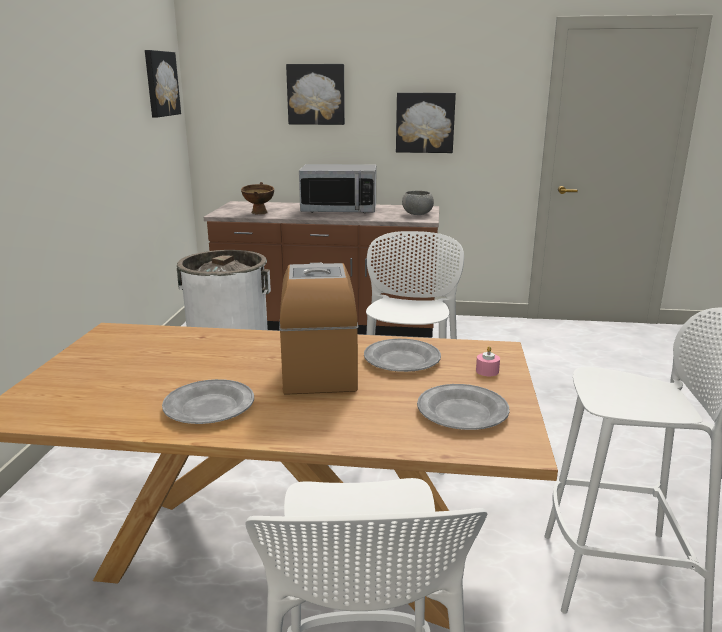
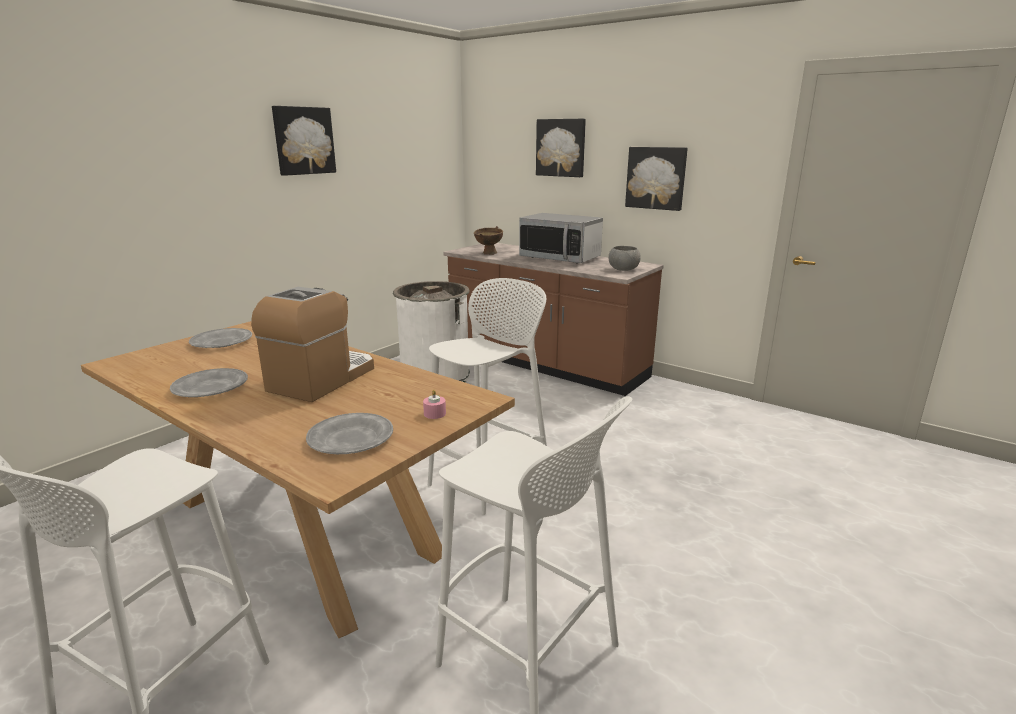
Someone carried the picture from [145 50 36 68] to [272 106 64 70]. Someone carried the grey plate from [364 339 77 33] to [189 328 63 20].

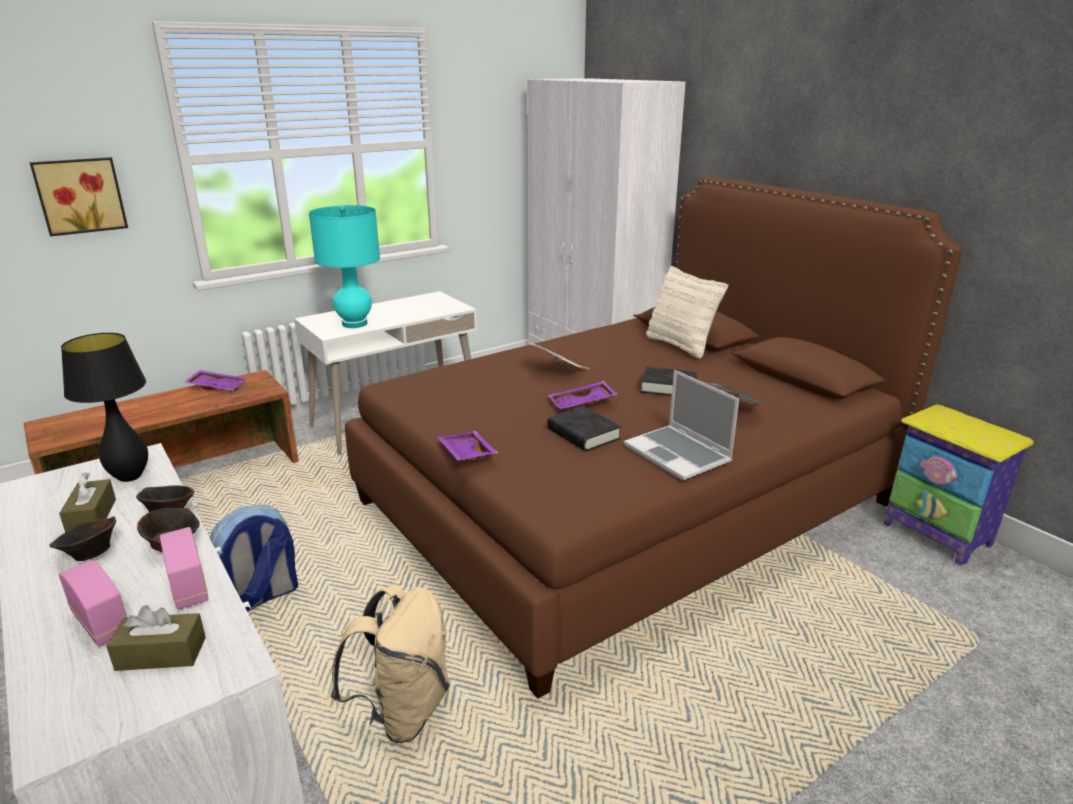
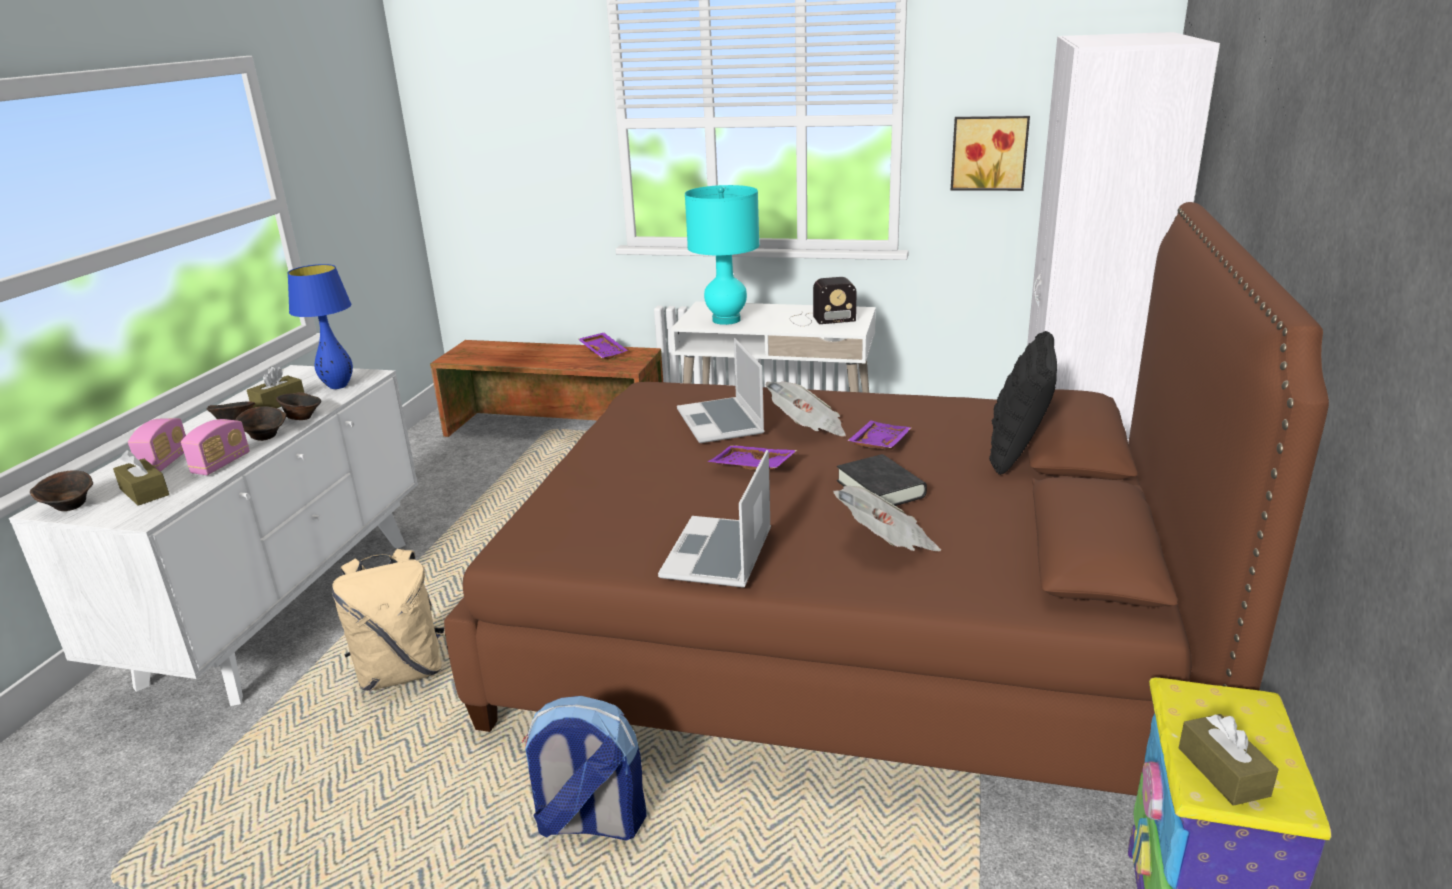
Someone took away the black book at [547 406 74 45]. Someone put down the brown bowl at [30 470 63 41]. Someone put down the laptop at [677 338 87 105]. Someone put down the radio at [790 277 67 49]. Someone put down the brown tissue box at [1179 714 100 92]. Someone carried the picture from [30 157 98 79] to [951 116 79 75]. Someone carried the backpack from [210 504 88 108] to [522 696 125 145]. Someone carried the purple tray from [438 431 60 30] to [847 420 64 30]. Someone repainted the black table lamp at [61 333 87 149], which became the blue table lamp at [287 264 66 125]. Someone repainted the beige pillow at [646 266 83 93], which became the black pillow at [989 331 68 144].

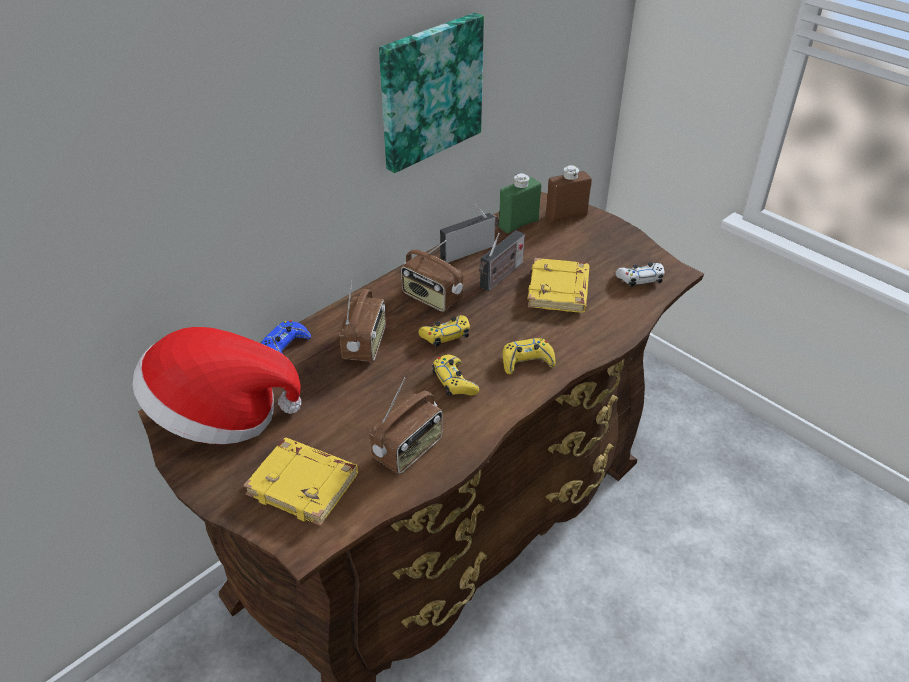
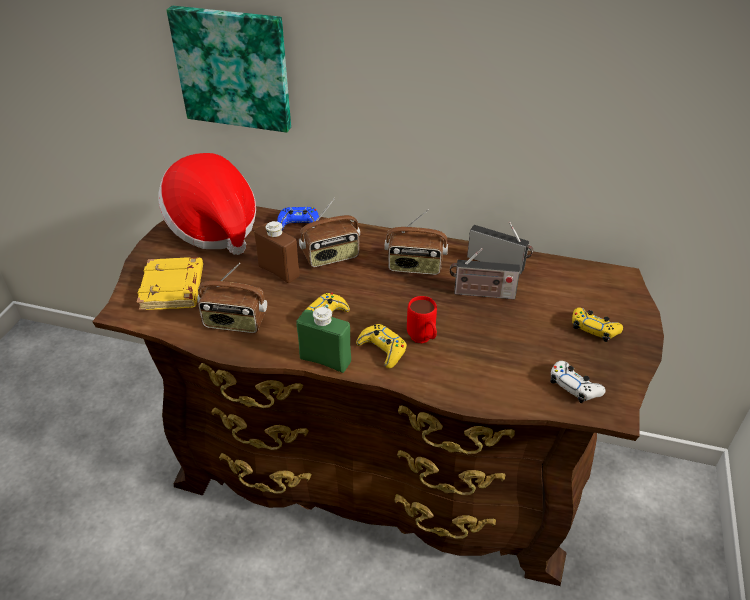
Someone took away the yellow book at [527 258 63 55]. Someone put down the red mug at [407 296 30 47]. Someone carried the picture from [379 13 105 160] to [167 6 124 127]. Someone carried the yellow game controller from [419 315 51 32] to [572 308 51 34]. Someone carried the green bottle from [499 173 42 60] to [296 307 55 66]. Someone carried the brown bottle from [546 165 46 58] to [254 221 46 62]. Someone rotated the radio at [401 240 62 72] by 90 degrees counterclockwise.

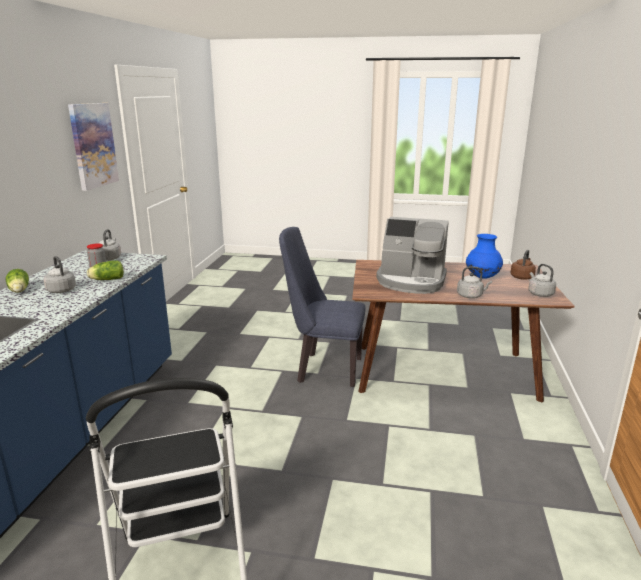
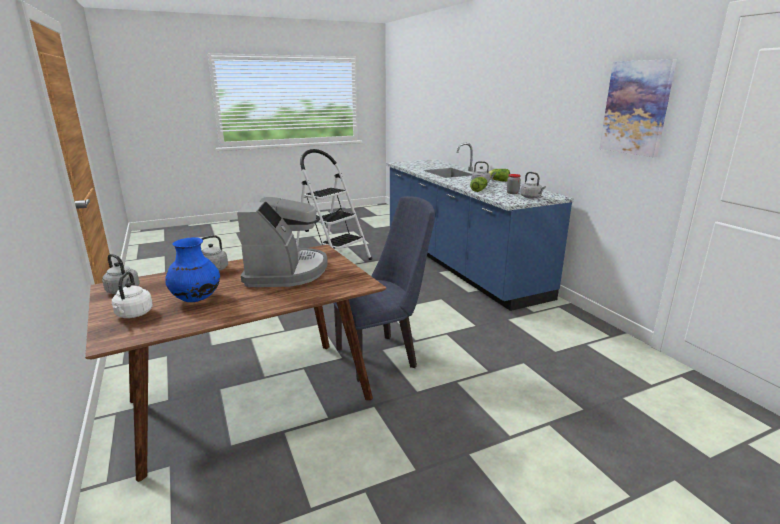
Someone repainted the brown kettle at [510 250 26 30], which became the white kettle at [112 272 41 46]. Someone rotated the coffee machine at [376 217 73 77] by 105 degrees clockwise.

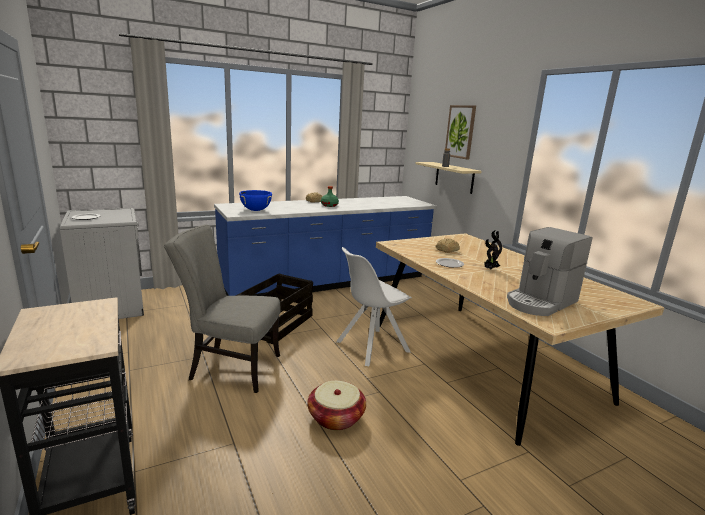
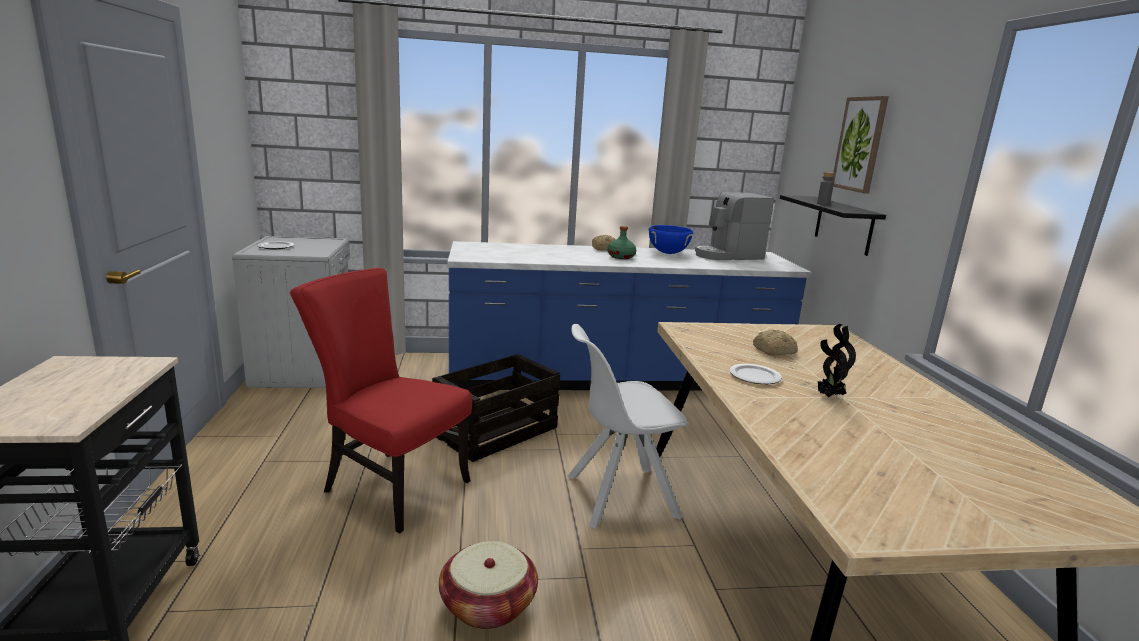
Someone carried the blue cooking pot from [239 190 33 21] to [649 225 44 29]. Someone carried the coffee machine from [507 227 85 89] to [695 192 79 68]. Someone repainted the grey chair at [164 224 117 169], which became the red chair at [290 268 182 266]. Someone repainted the beige shelf at [415 162 67 32], which became the black shelf at [780 195 106 61].

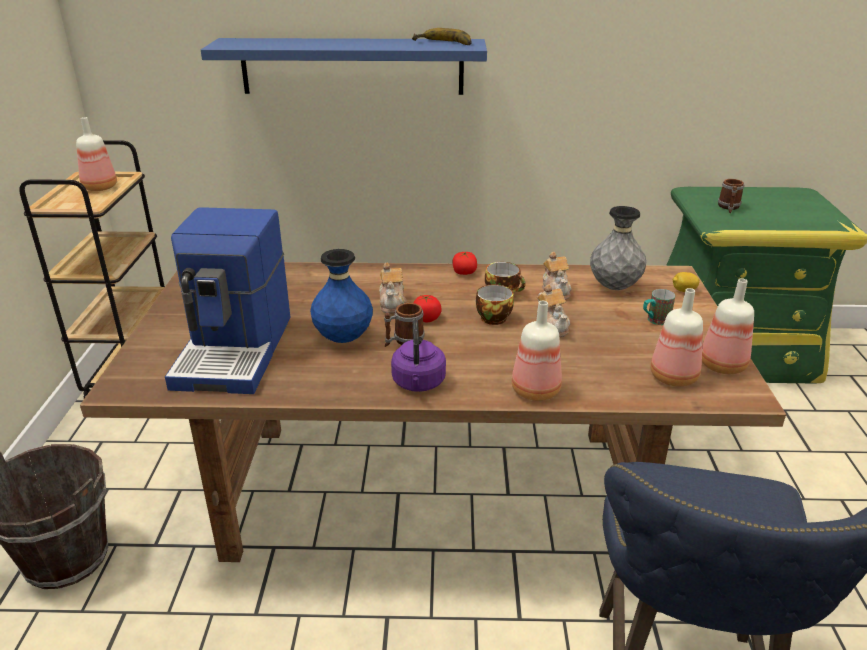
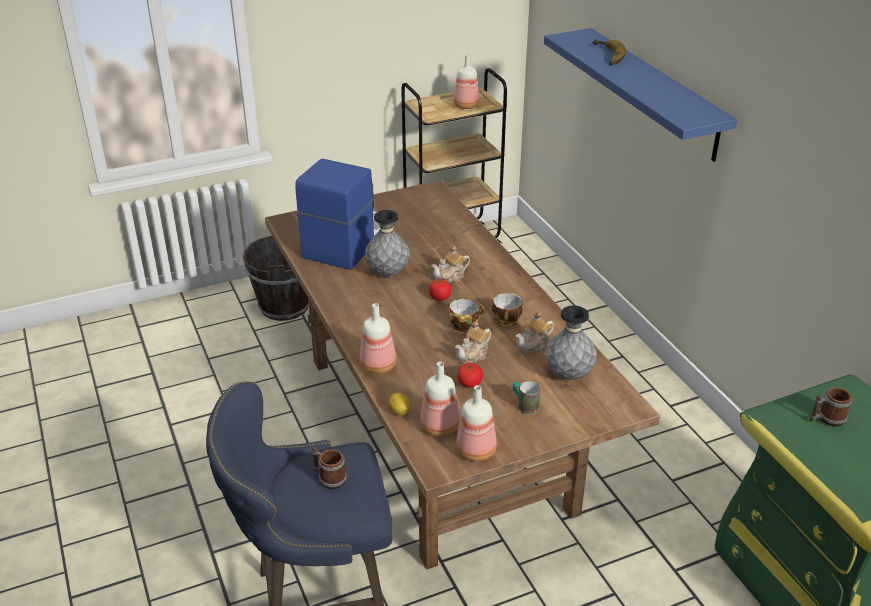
Someone took away the purple kettle at [391 319 55 73]. Someone carried the mug from [384 303 41 44] to [312 447 35 42]. Someone carried the banana from [412 28 60 17] to [592 39 34 26]. Someone carried the tomato from [452 252 25 23] to [457 363 26 25]. Someone carried the lemon from [673 272 27 20] to [389 393 21 22]. Someone repainted the blue vase at [310 249 63 94], which became the grey vase at [365 210 45 66]. Someone rotated the coffee machine at [165 207 126 187] by 135 degrees clockwise.

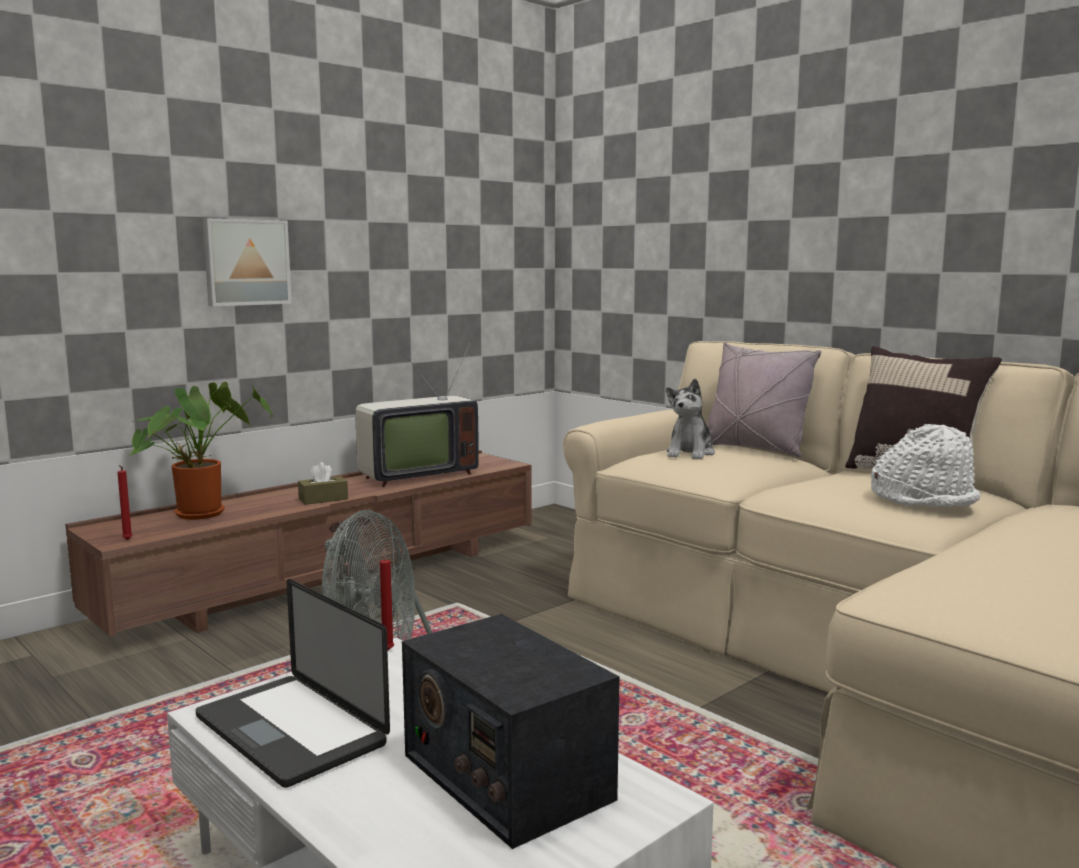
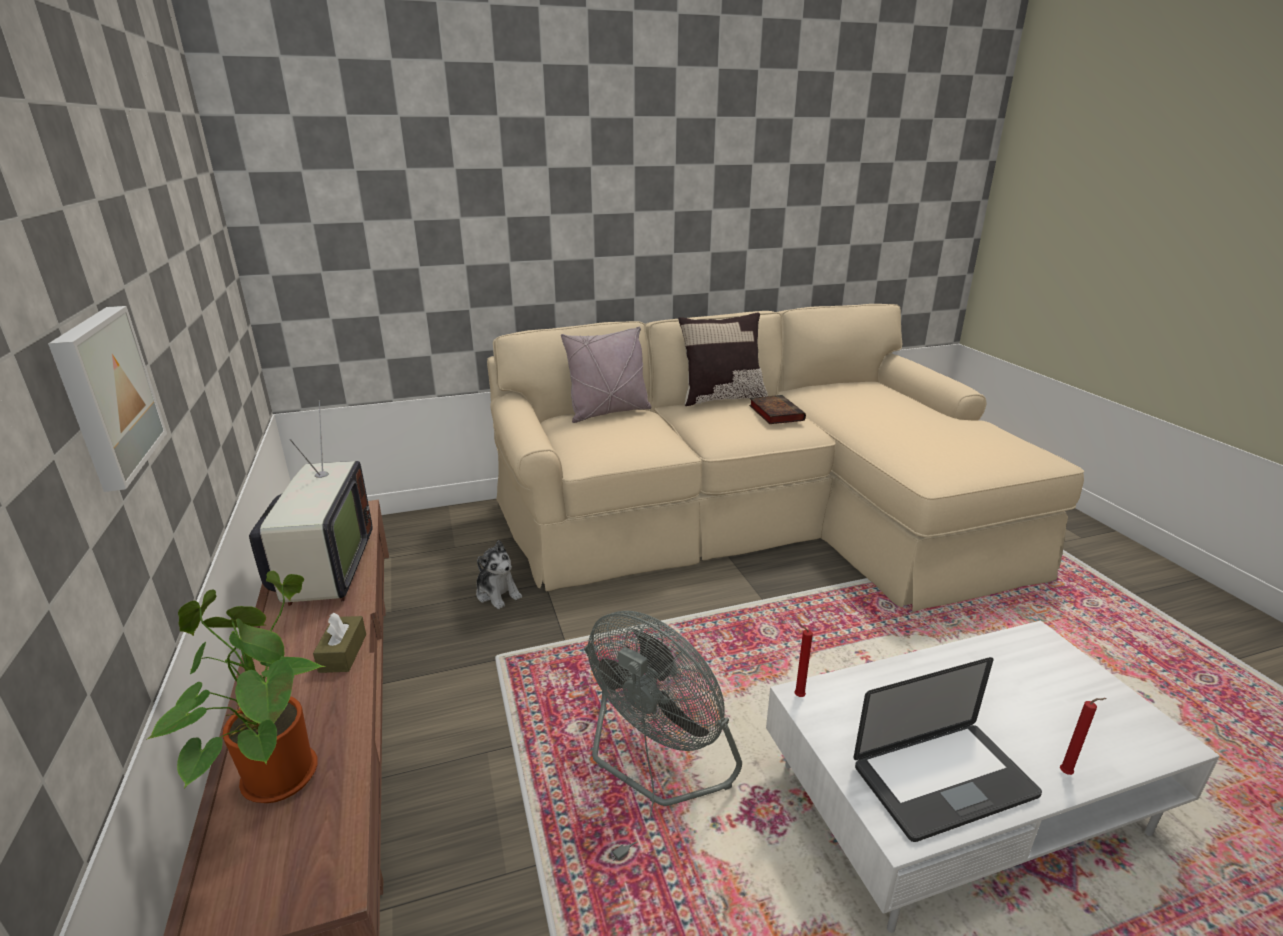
Someone took away the radio at [402 614 218 235]. Someone carried the red candle from [117 465 16 75] to [1060 698 47 77]. Someone carried the plush toy from [666 378 49 81] to [476 540 46 69]. Someone swapped the white hat at [871 424 110 83] for the book at [749 395 57 29].

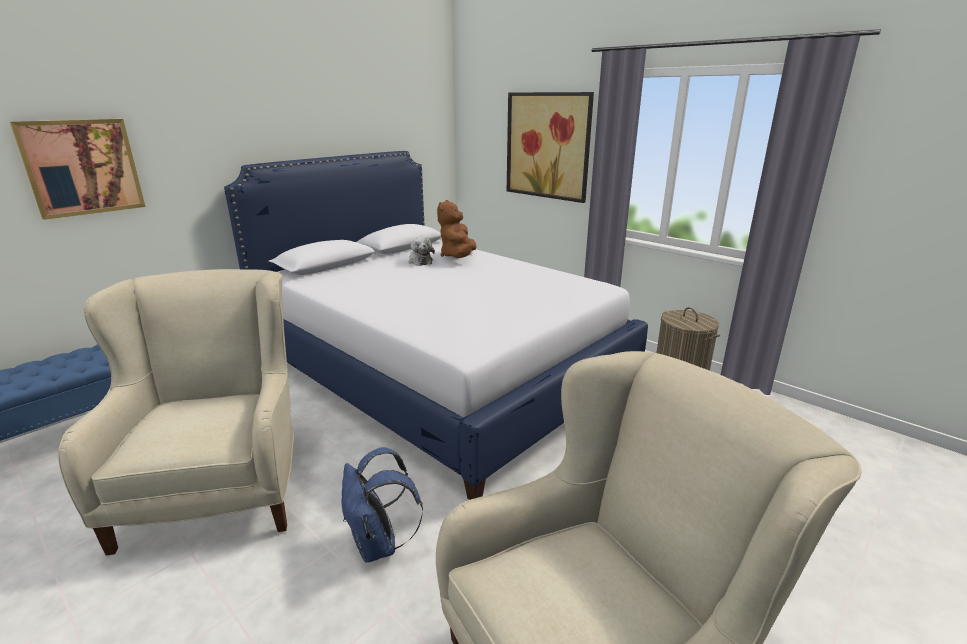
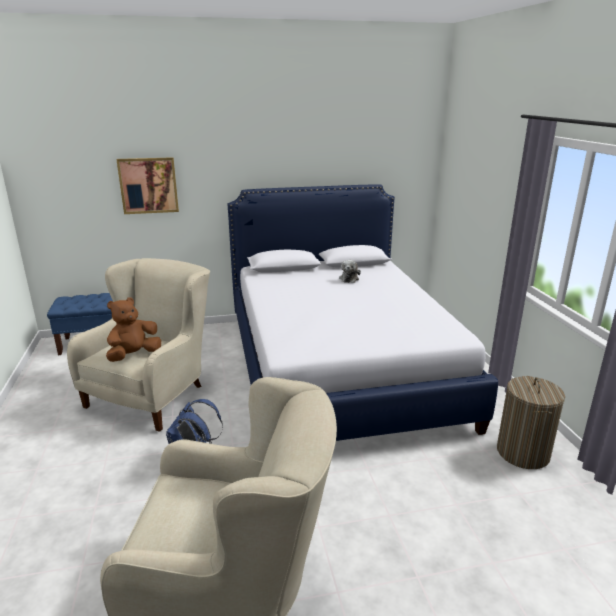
Someone took away the picture at [507 92 87 111]. Someone carried the brown plush toy from [437 200 40 58] to [106 297 55 65].

